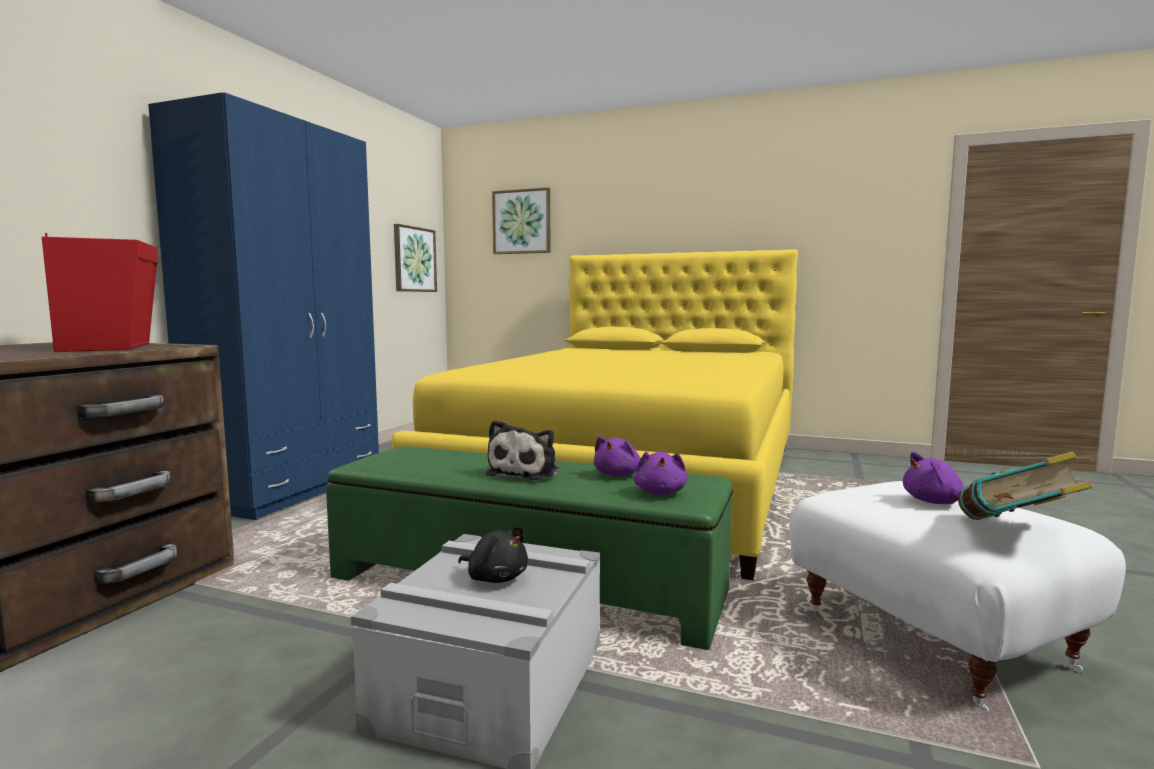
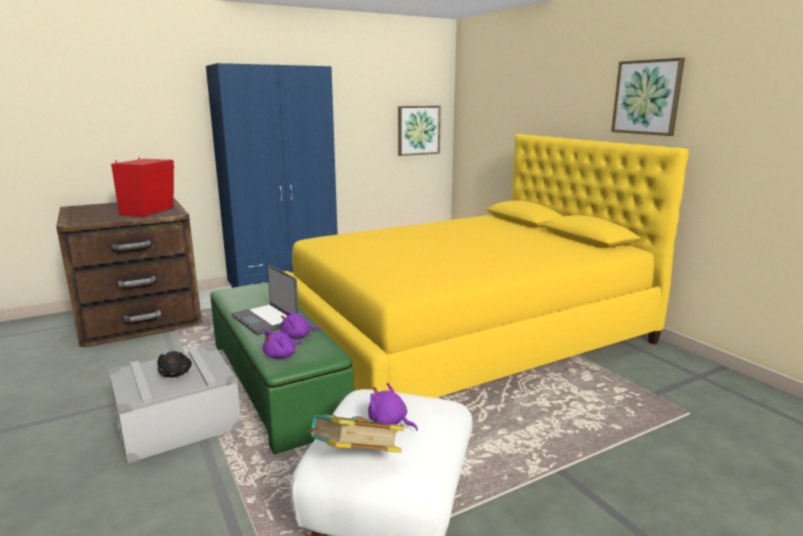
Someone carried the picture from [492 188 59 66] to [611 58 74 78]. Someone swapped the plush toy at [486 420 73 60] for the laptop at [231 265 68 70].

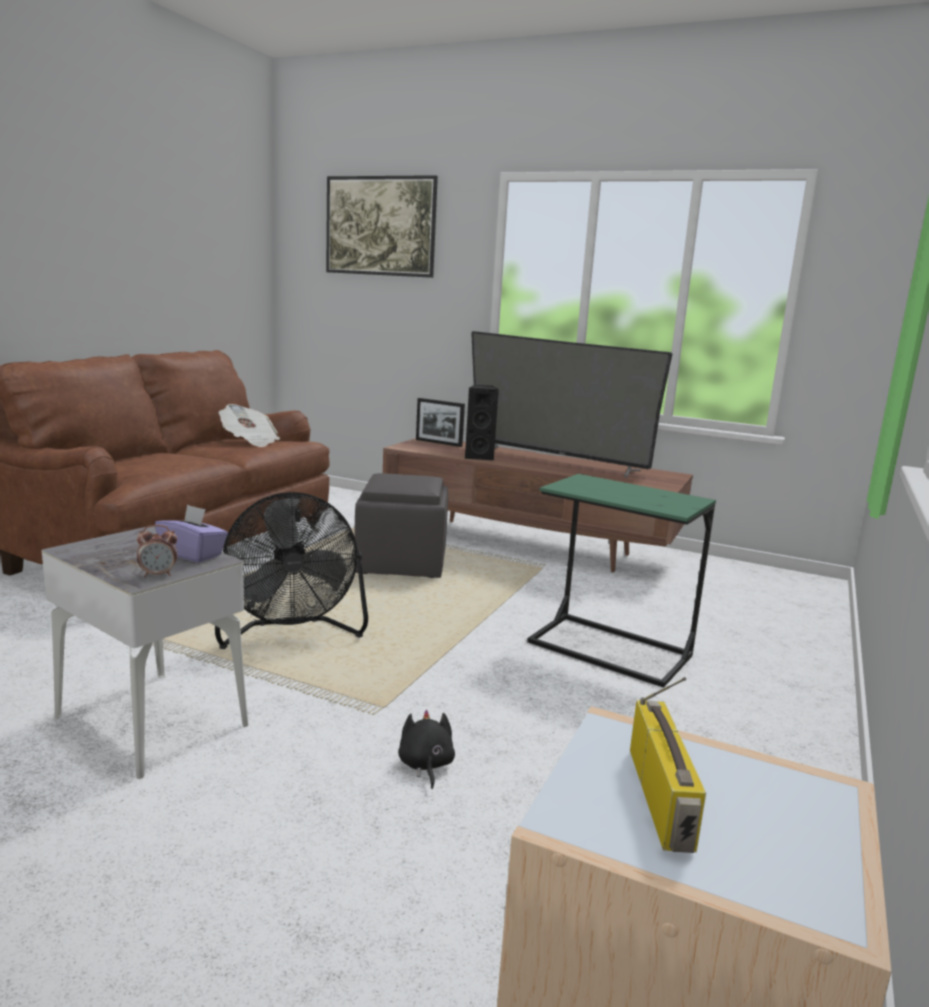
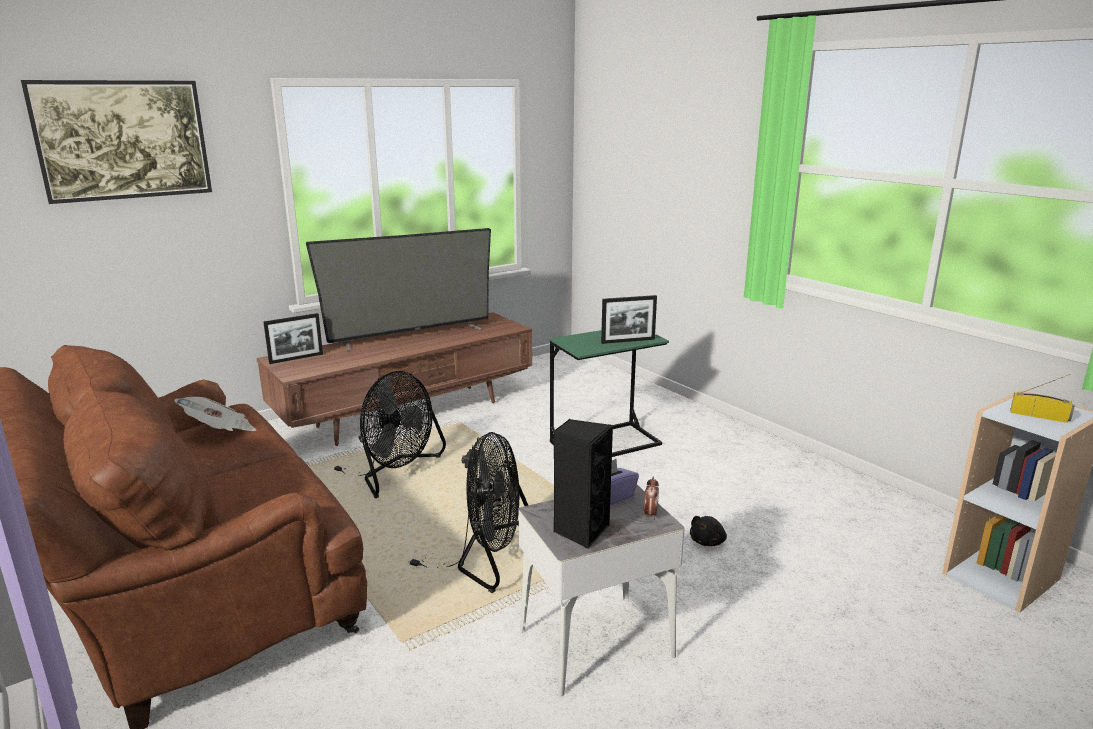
Someone put down the picture frame at [601 295 56 49]. Someone carried the black speaker from [465 385 34 75] to [554 419 59 130]. Someone swapped the grey ottoman at [354 473 94 105] for the black fan at [334 371 112 127]. Someone rotated the black plush toy at [398 710 57 79] by 75 degrees counterclockwise.

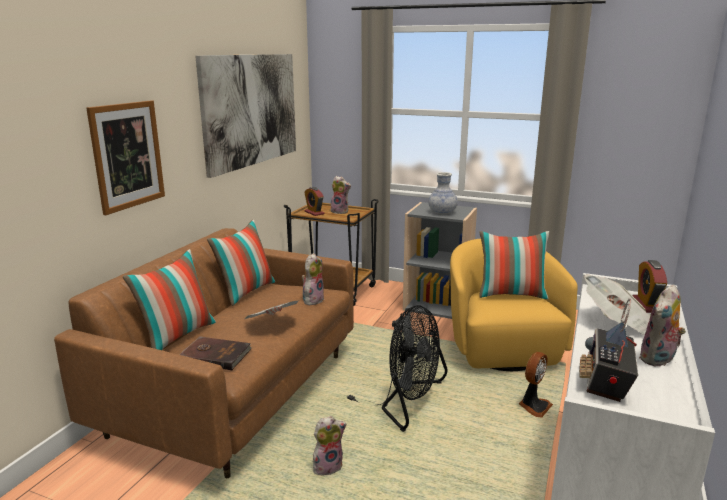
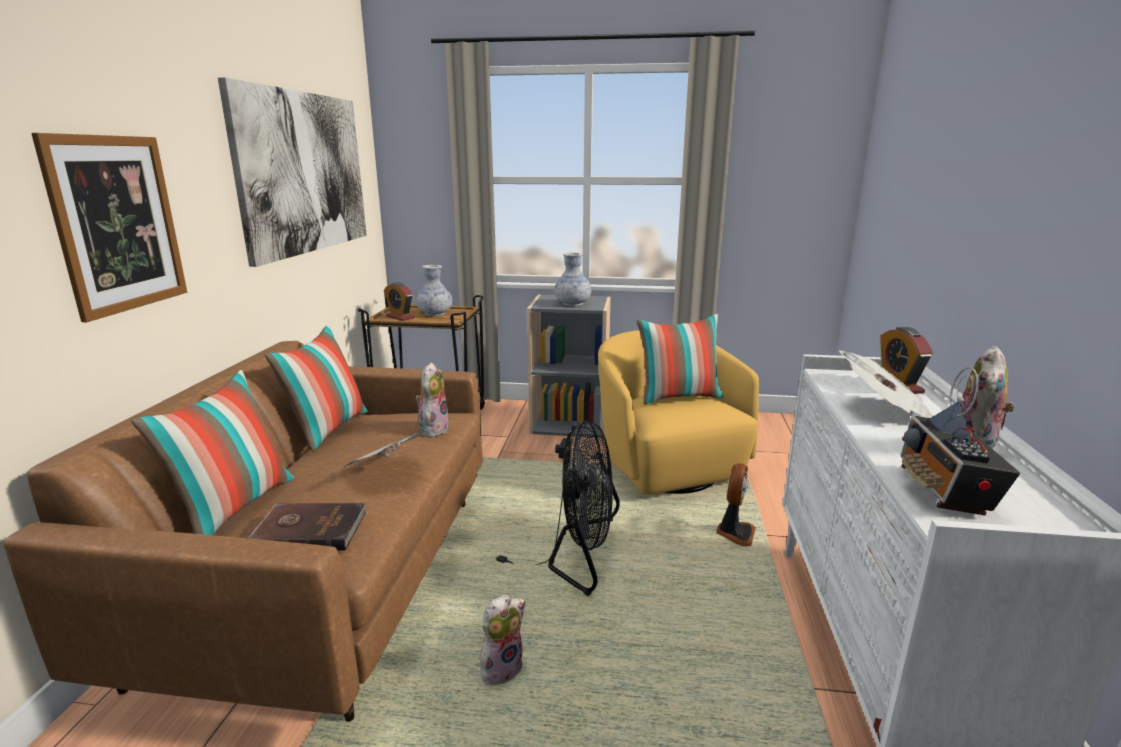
Someone swapped the plush toy at [330 176 21 38] for the vase at [416 265 36 51].

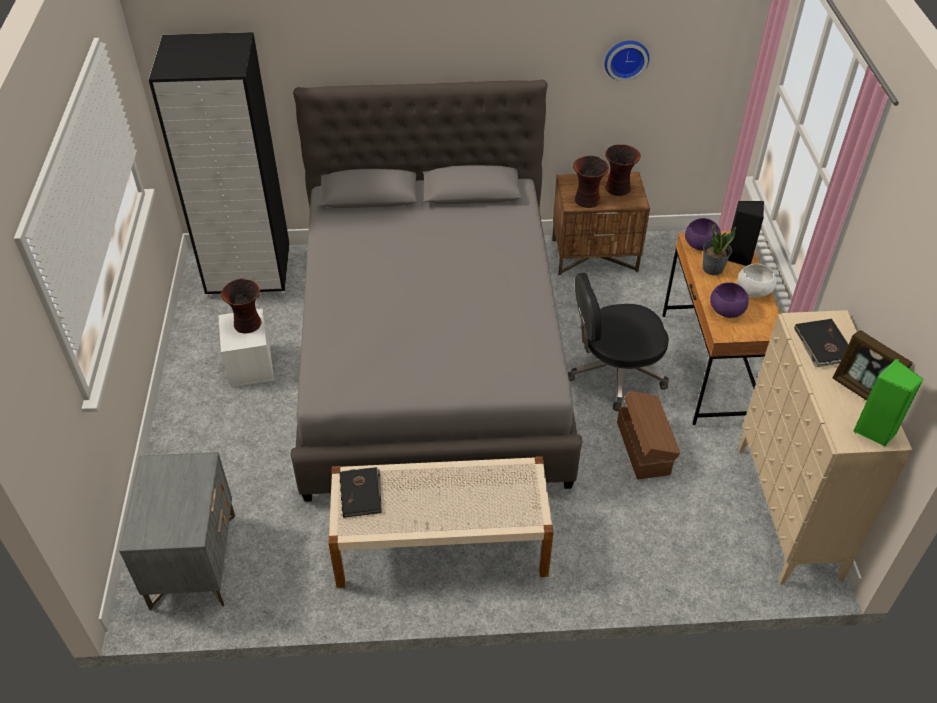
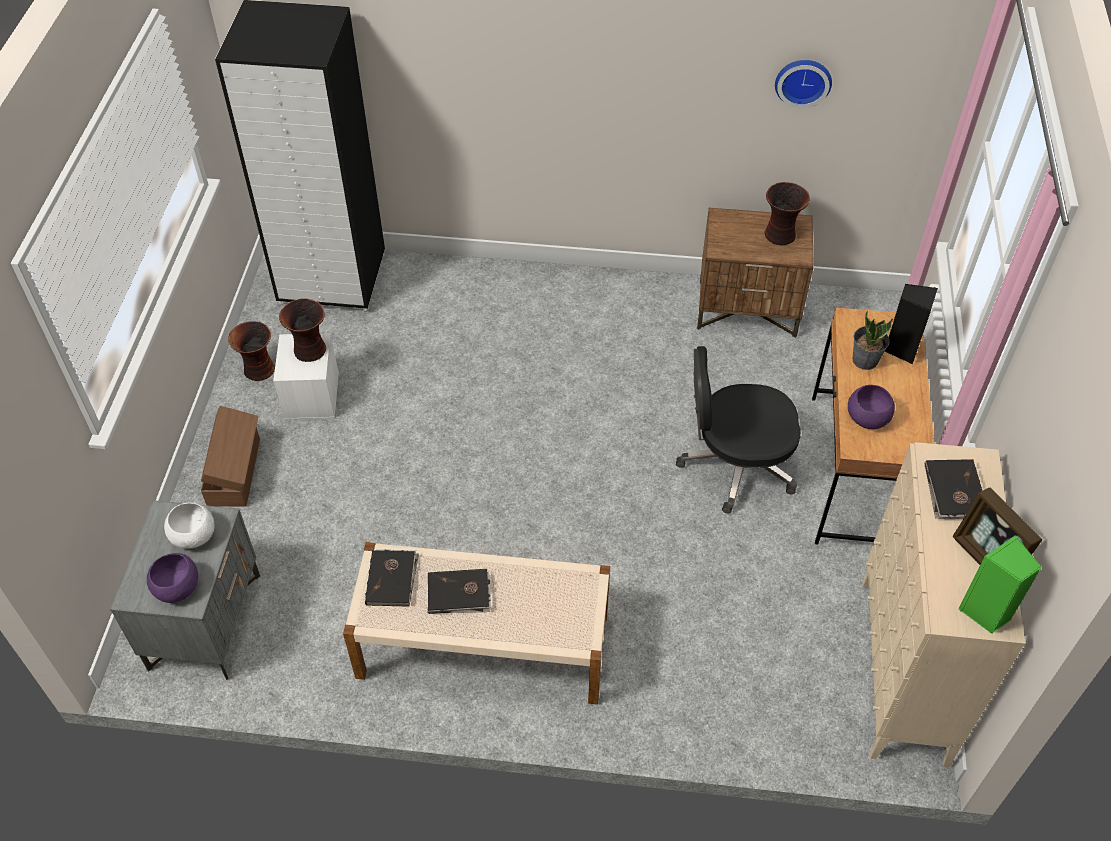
Someone took away the grey bed at [291 79 291 423]. Someone put down the black book at [428 569 63 45]. Someone carried the vase from [573 156 36 52] to [228 321 47 60]. Someone carried the brown storage box from [617 391 64 88] to [201 406 59 101]. Someone carried the purple bowl from [685 218 36 33] to [147 553 51 50]. Someone carried the white bowl from [737 264 39 34] to [164 503 50 46].

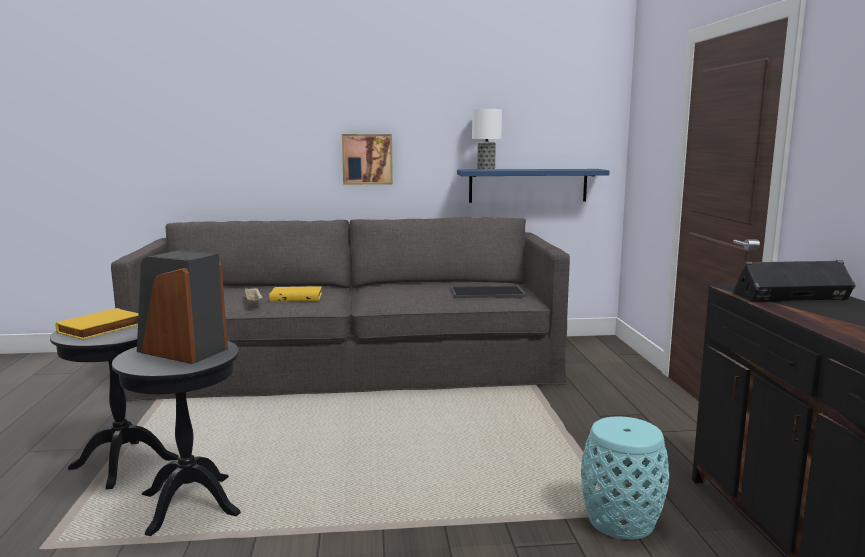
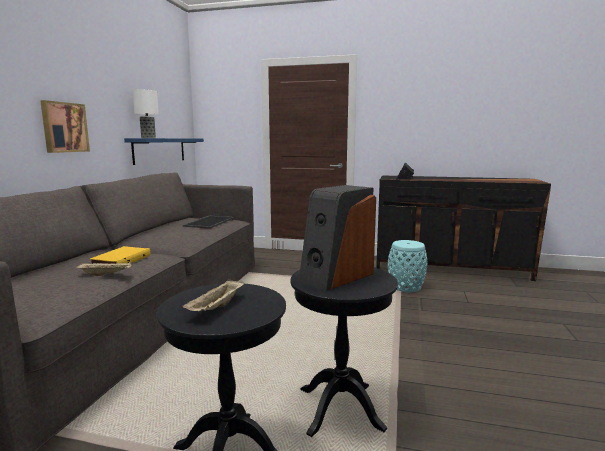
Someone swapped the yellow book at [56 308 83 31] for the beige tray at [183 278 61 33].

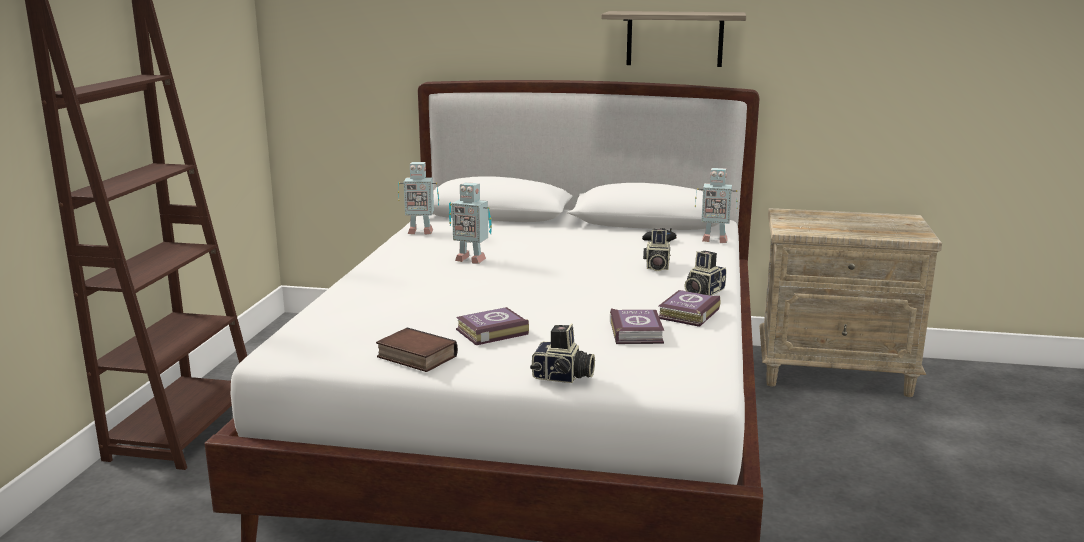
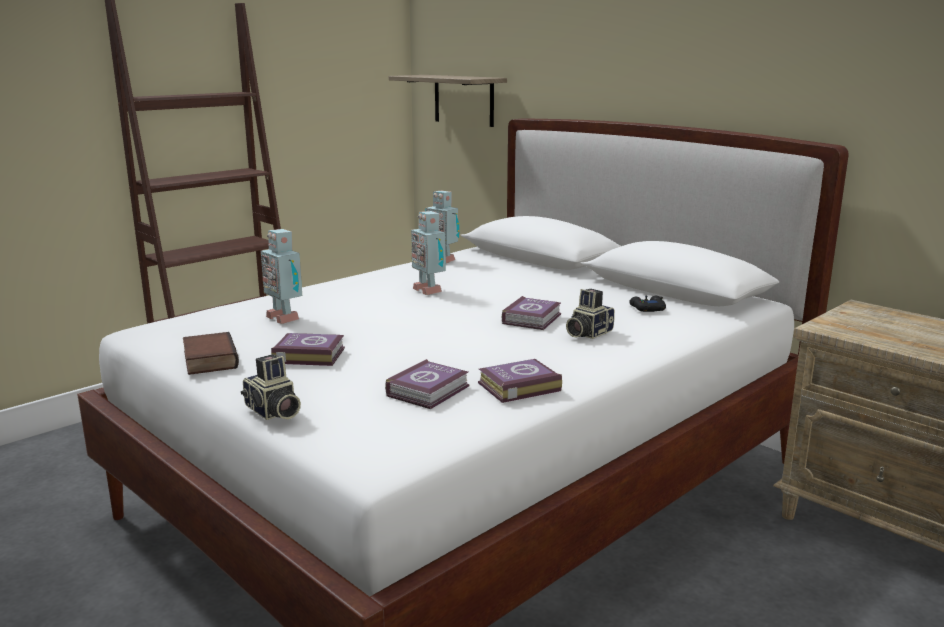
Someone took away the photo camera at [684 250 42 46]. Someone put down the book at [502 296 59 34]. Someone carried the shelf from [601 11 145 56] to [389 75 118 52]. Someone carried the toy robot from [695 168 42 75] to [261 229 41 95].

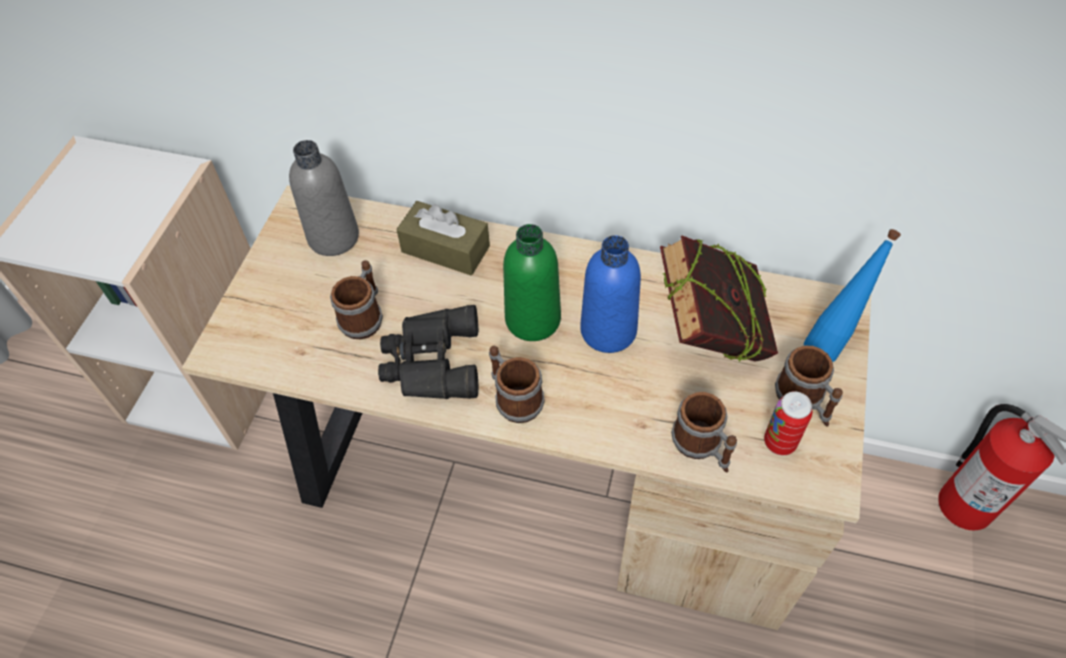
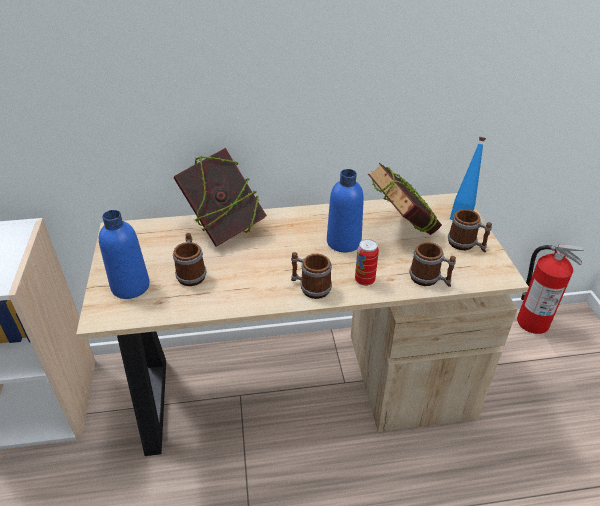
Someone took away the grey bottle at [289 140 70 116]. Someone took away the black binoculars at [378 305 100 94]. Someone took away the green bottle at [503 224 58 117]. Someone put down the blue bottle at [99 210 51 89]. Someone carried the can from [764 391 49 64] to [355 239 24 47]. Someone swapped the brown tissue box at [396 201 94 74] for the book at [174 148 93 99].

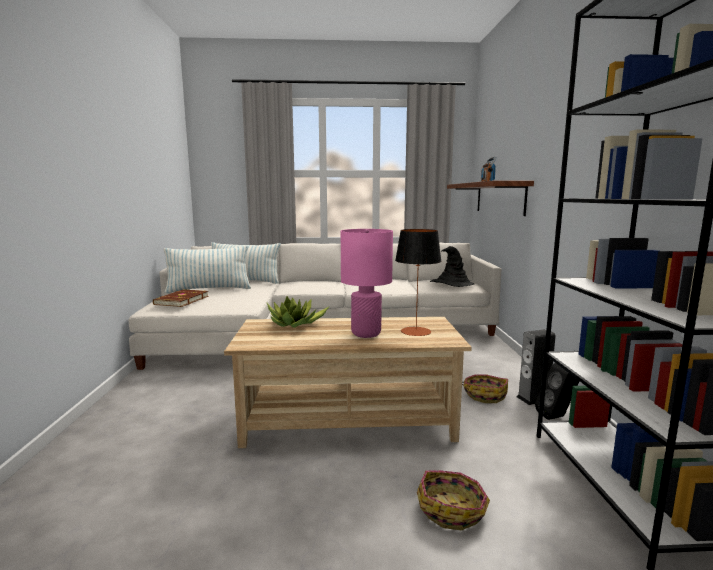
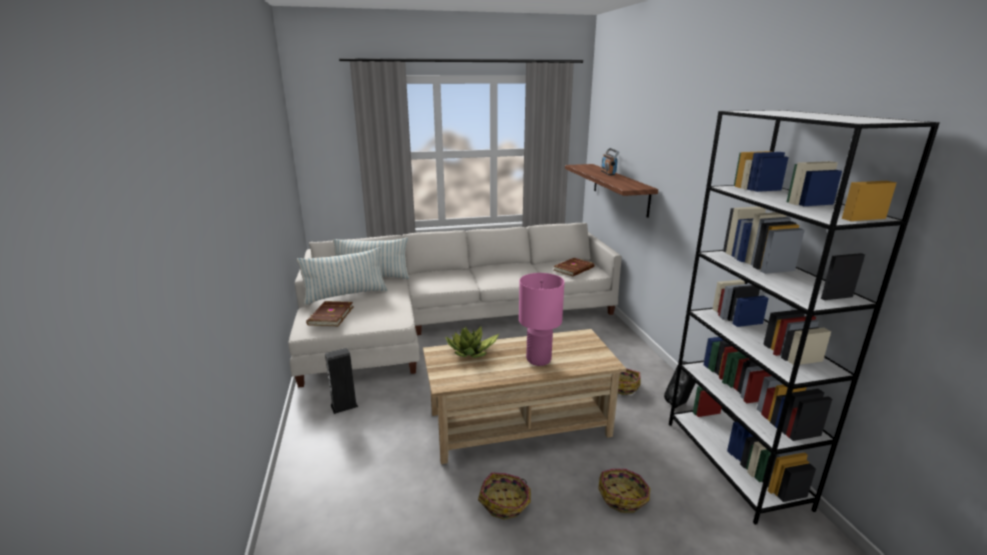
Someone took away the table lamp at [395 229 47 107]. Someone put down the basket at [478 473 53 47]. Someone carried the speaker from [517 329 39 76] to [325 348 33 66]. Someone swapped the black hat at [430 246 44 41] for the brown book at [553 258 41 18].

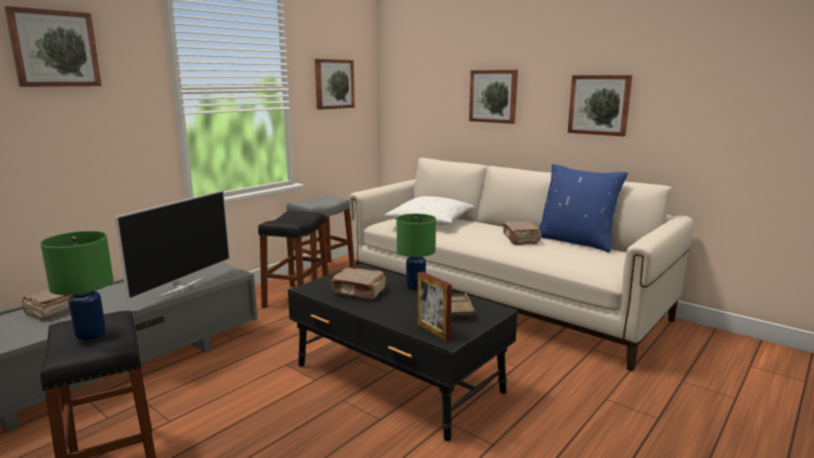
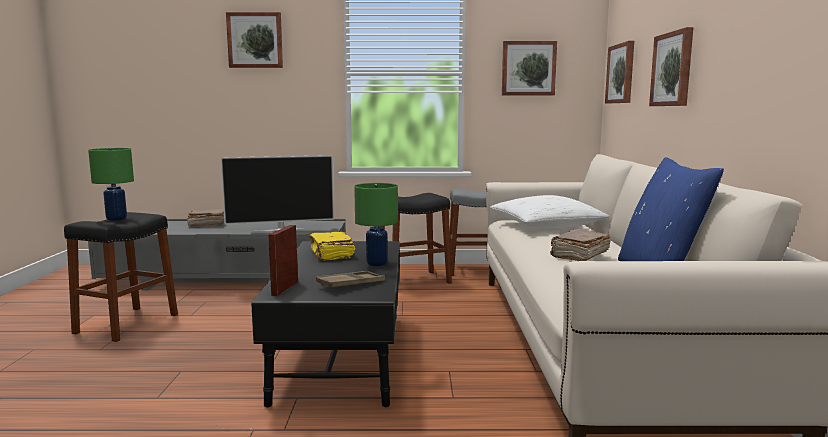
Someone carried the picture from [568 75 64 61] to [605 41 29 62]. Someone repainted the brown book at [331 268 55 32], which became the yellow book at [309 232 46 29].

